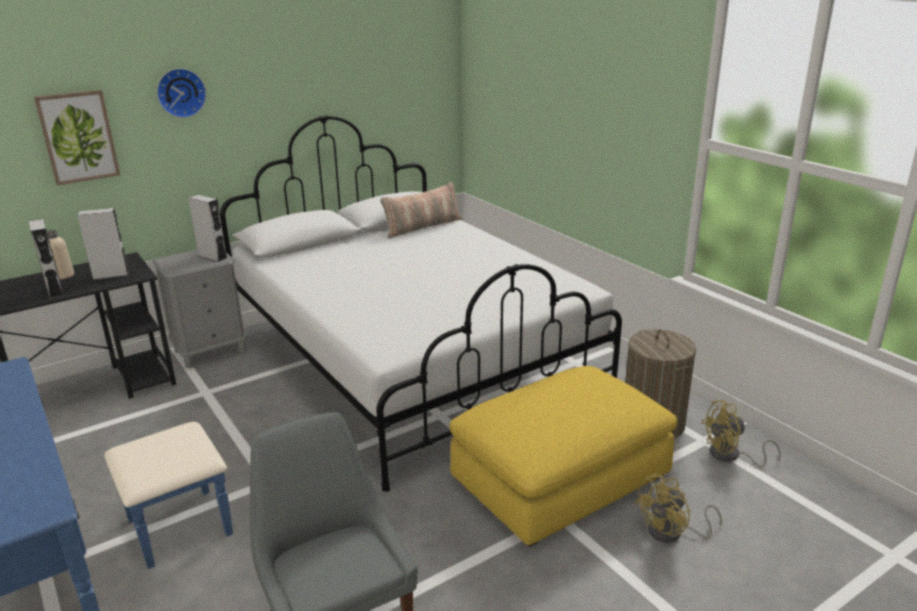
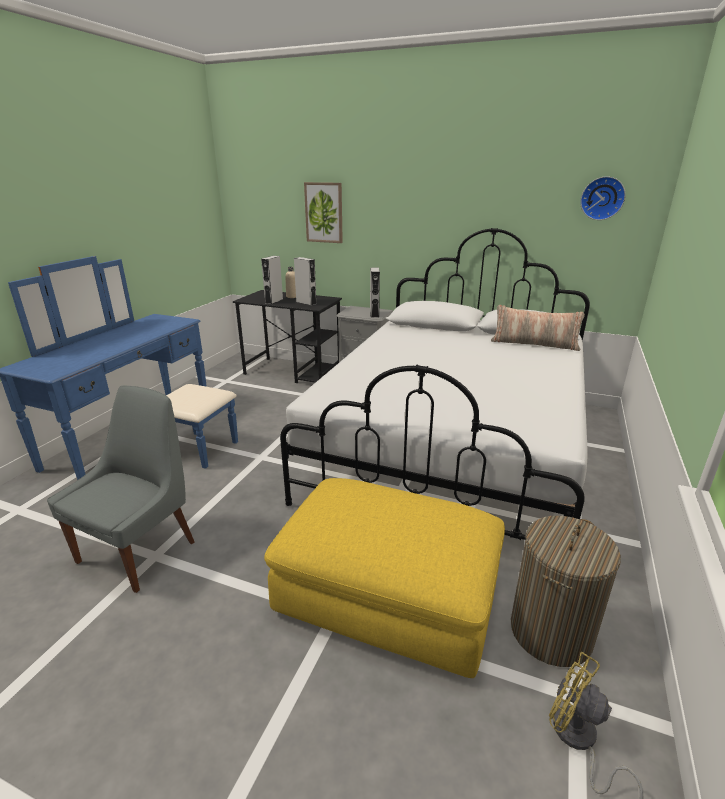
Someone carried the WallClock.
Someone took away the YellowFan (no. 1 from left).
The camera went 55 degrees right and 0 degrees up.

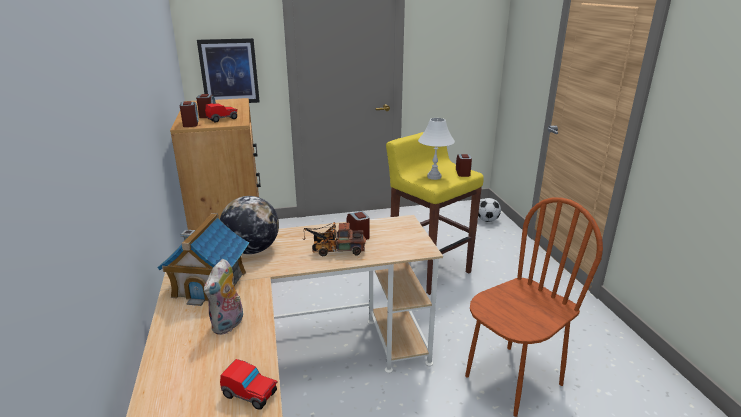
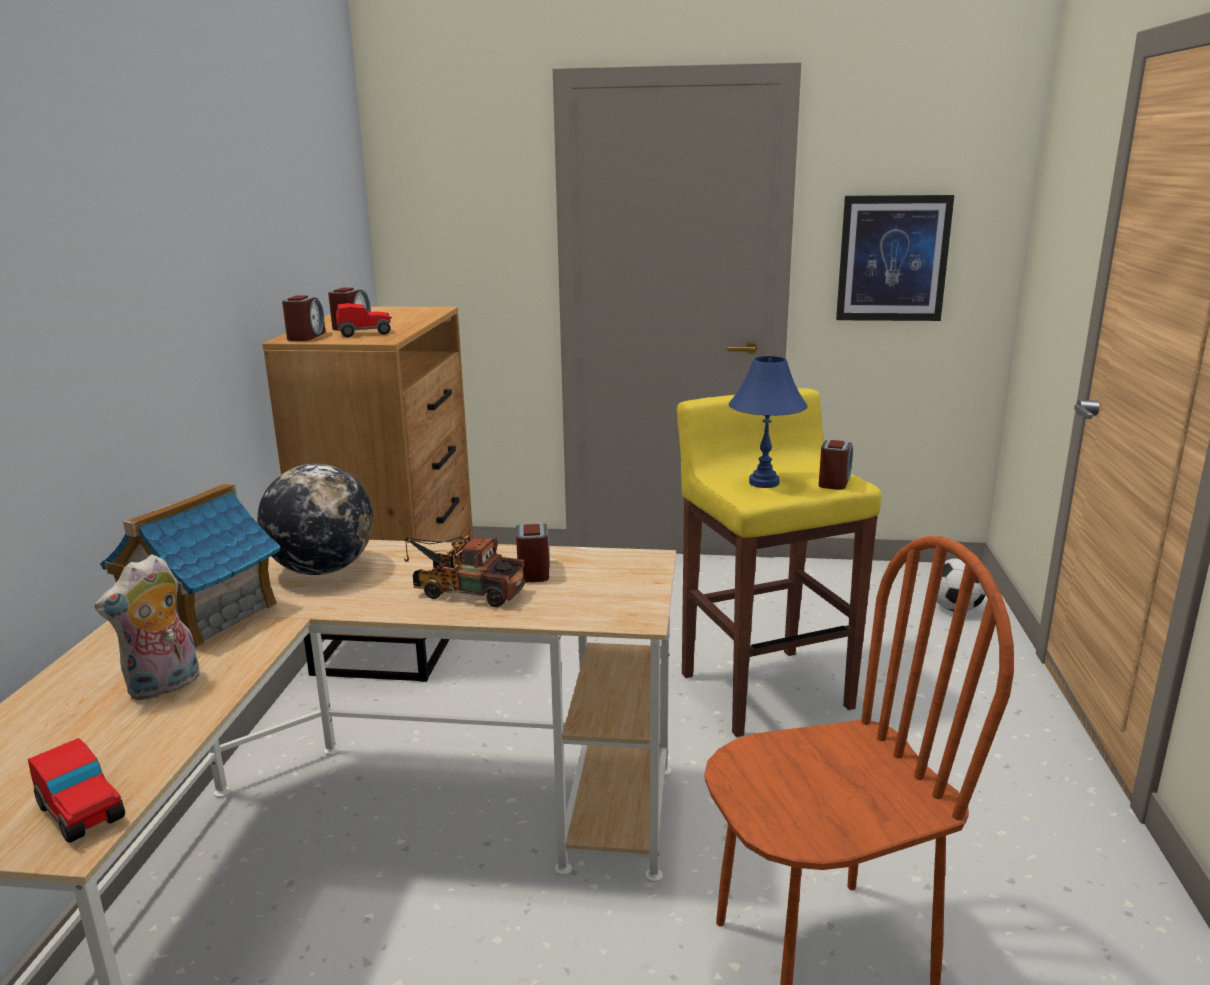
Someone carried the Picture.
Someone repainted the WhiteTableLamp, which became the BlueTableLamp.
The camera went 20 degrees right and 5 degrees down.

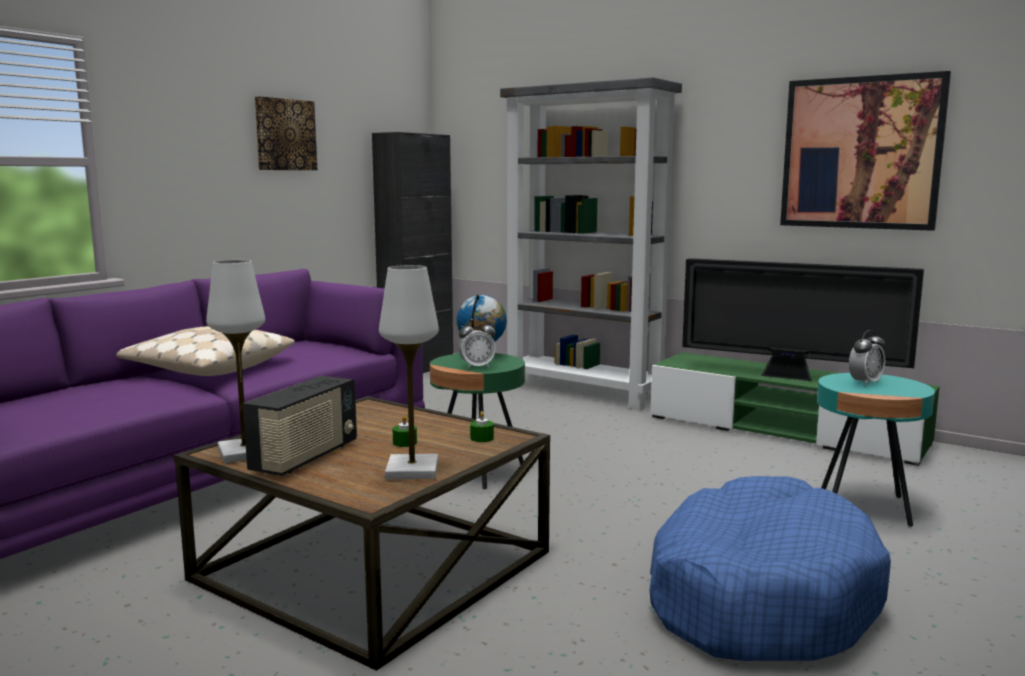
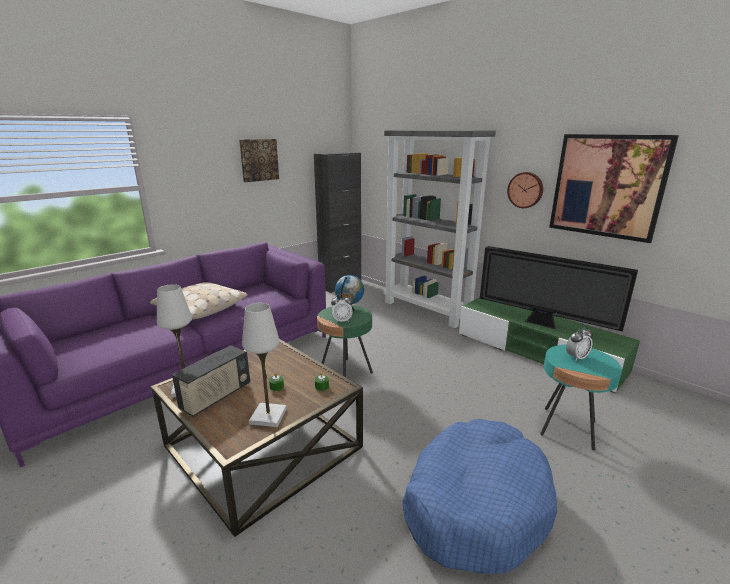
Someone put up the WallClock.
The camera went 10 degrees right and 10 degrees up.

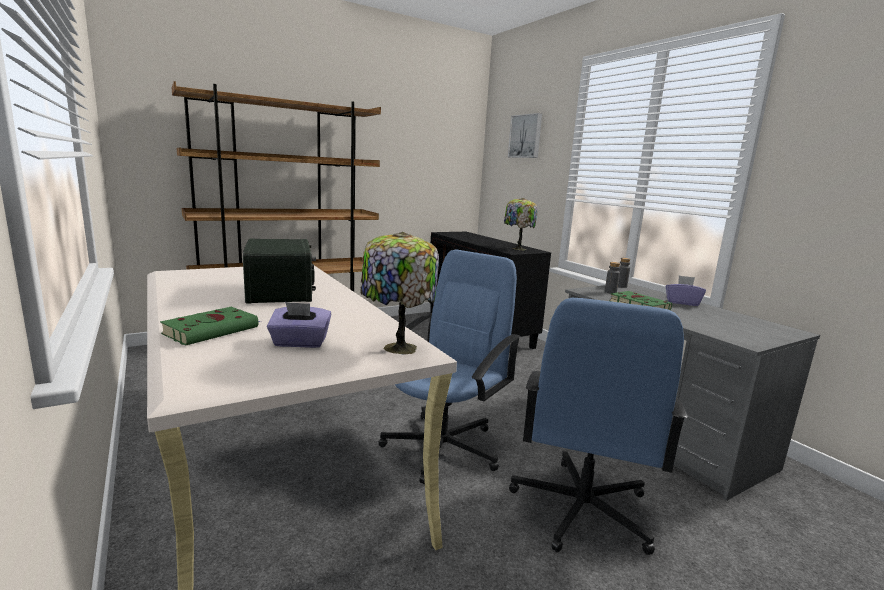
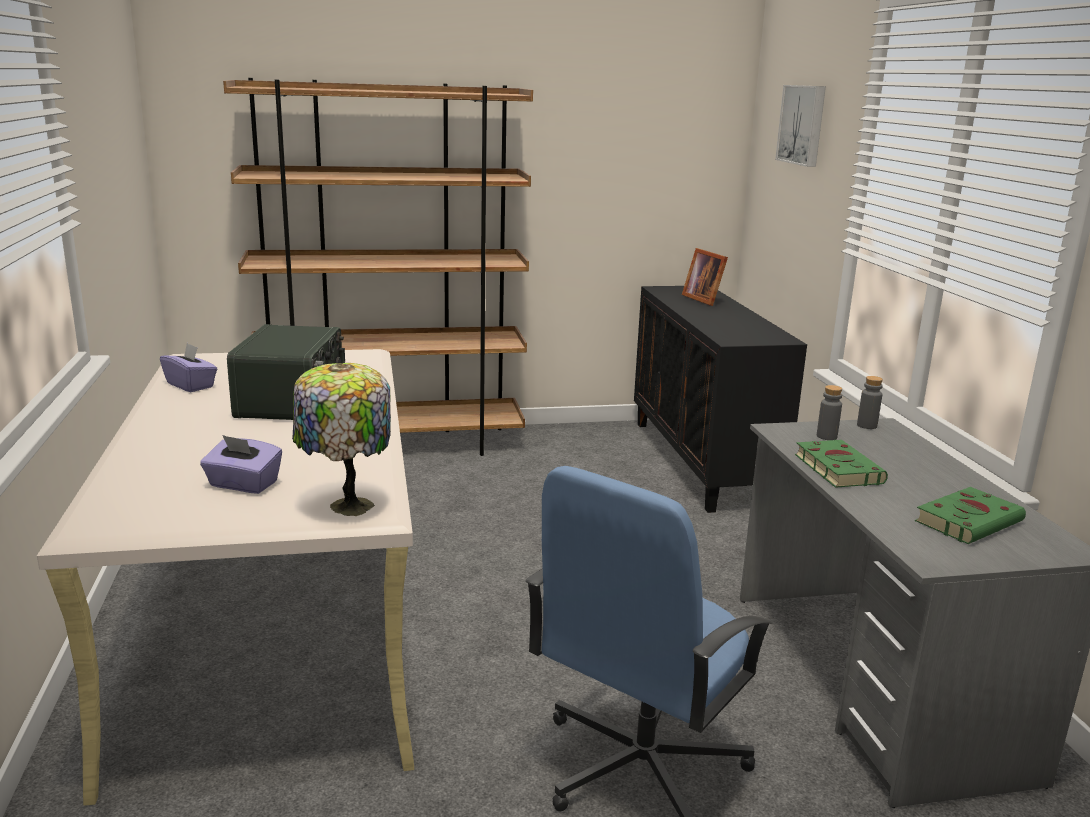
Someone took away the TableLamp (no. 2 from left).
Someone took away the BlueOfficeChair (no. 1 from left).
Someone carried the PurpleTissueBox (no. 2 from left in the first image).
Someone carried the GreenBook (no. 1 from left in the first image).
Someone put down the PictureFrame.
The camera went 20 degrees right and 5 degrees up.

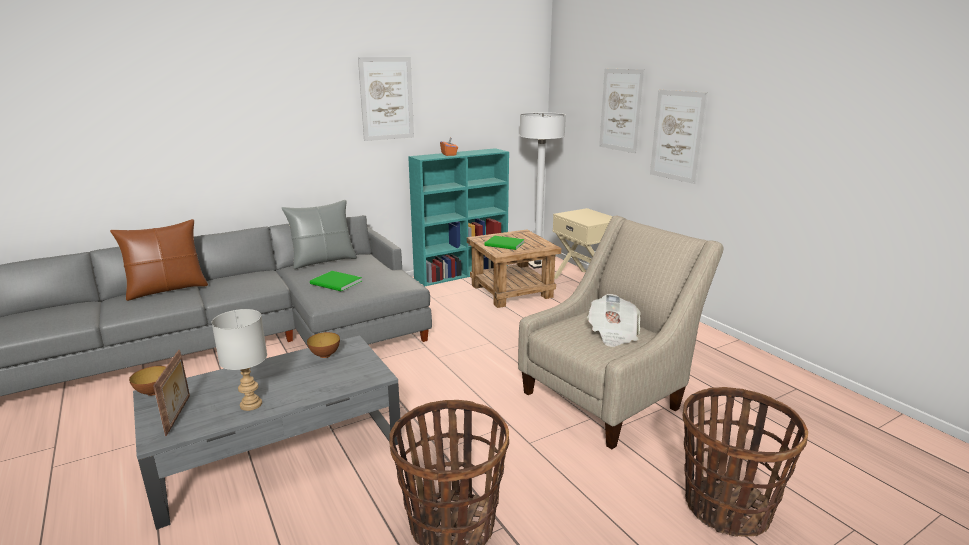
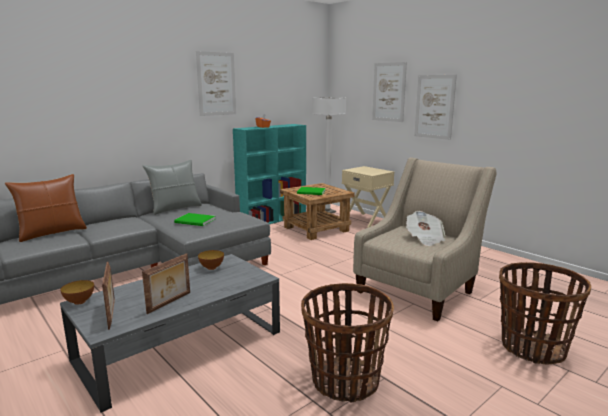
Someone swapped the GreyTableLamp for the PictureFrame (no. 2 from left).
The camera went 10 degrees left and 5 degrees down.

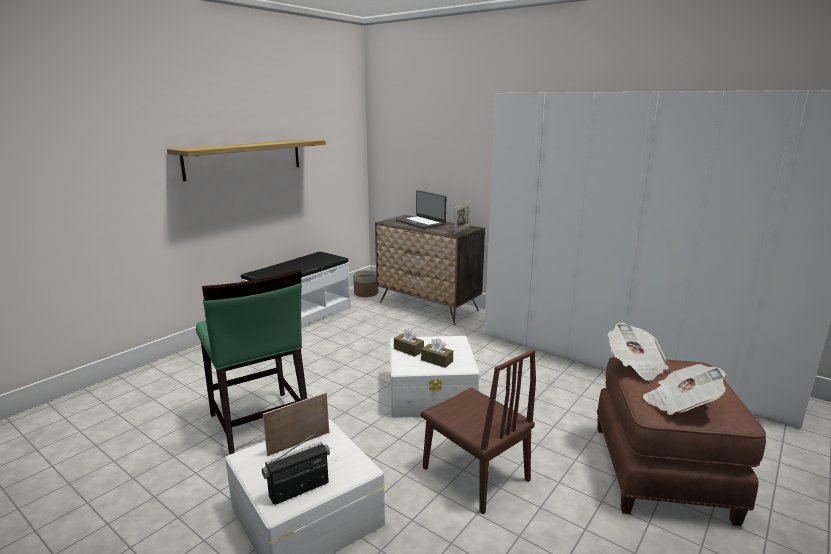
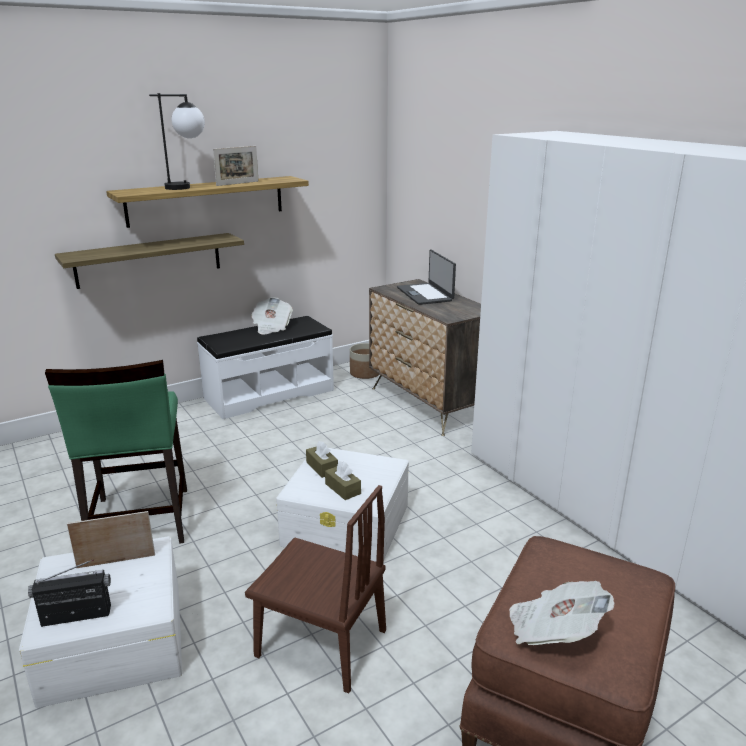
Someone carried the PictureFrame (no. 2 from left).
Someone carried the Newspaper (no. 1 from left).
Someone rotated the BrownChair by 45 degrees counterclockwise.
Someone put down the TableLamp.
Someone put up the Shelf (no. 1 from left).
The camera went 20 degrees right and 5 degrees up.

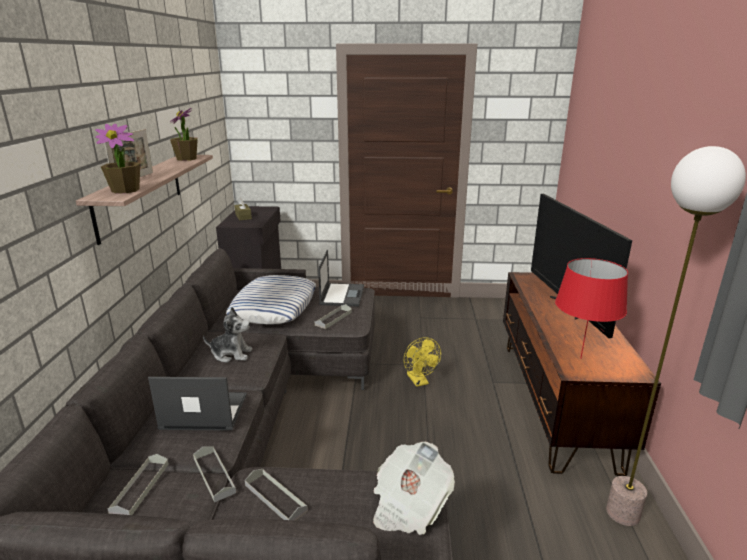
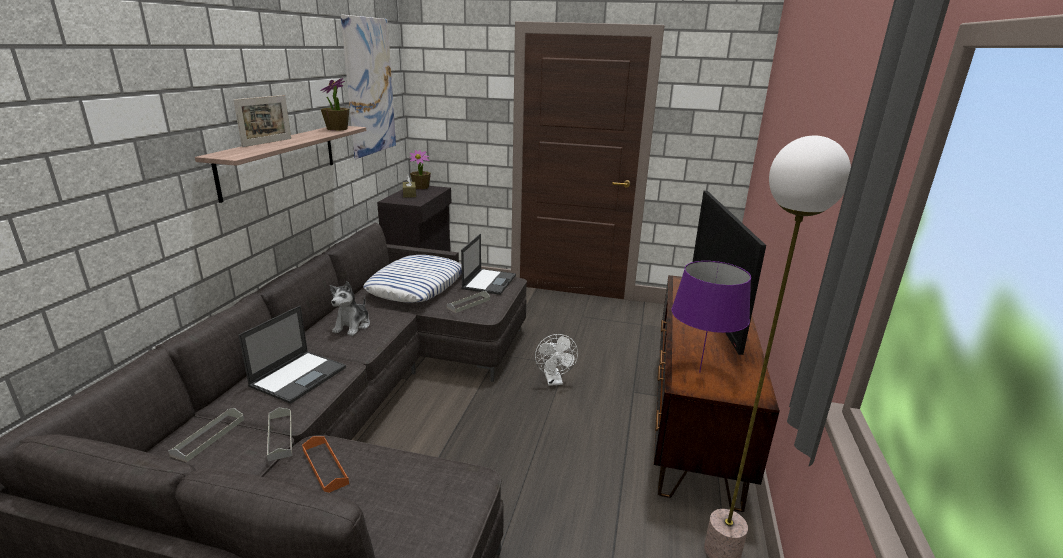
Someone carried the PottedPlant (no. 1 from left in the first image).
Someone repainted the RedTableLamp, which became the PurpleTableLamp.
Someone rotated the PlushToy by 90 degrees clockwise.
Someone repainted the YellowFan, which became the WhiteFan.
Someone rotated the Laptop (no. 1 from left) by 105 degrees clockwise.
Someone took away the Newspaper.
Someone repainted the GreyTray (no. 3 from left), which became the OrangeTray.
Someone put up the Picture.
The camera went 10 degrees right and 0 degrees up.

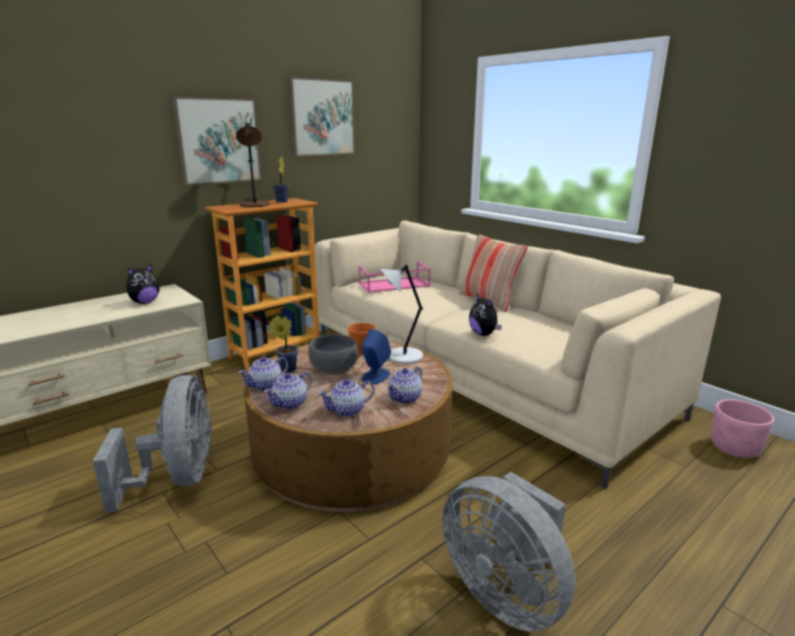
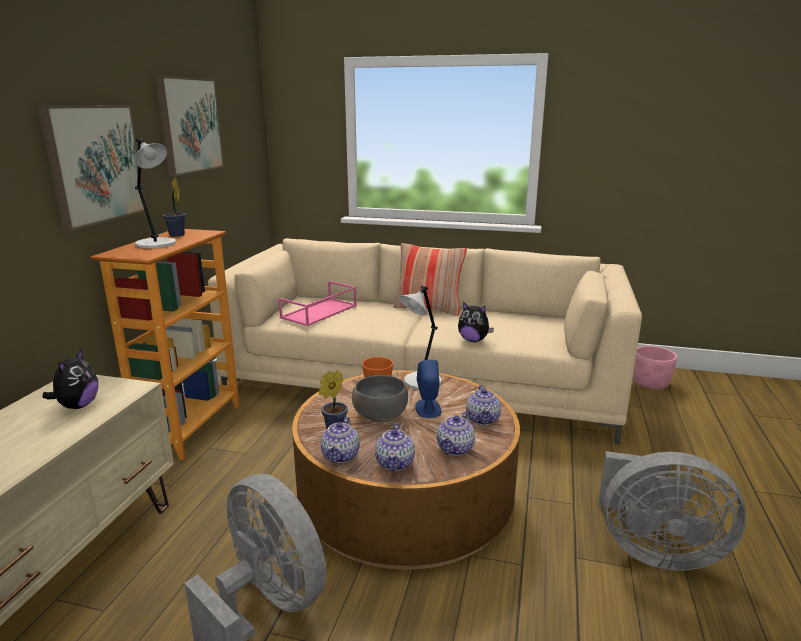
Someone repainted the BrownTableLamp, which became the GreyTableLamp (no. 1 from left).
The camera went 35 degrees left and 0 degrees up.

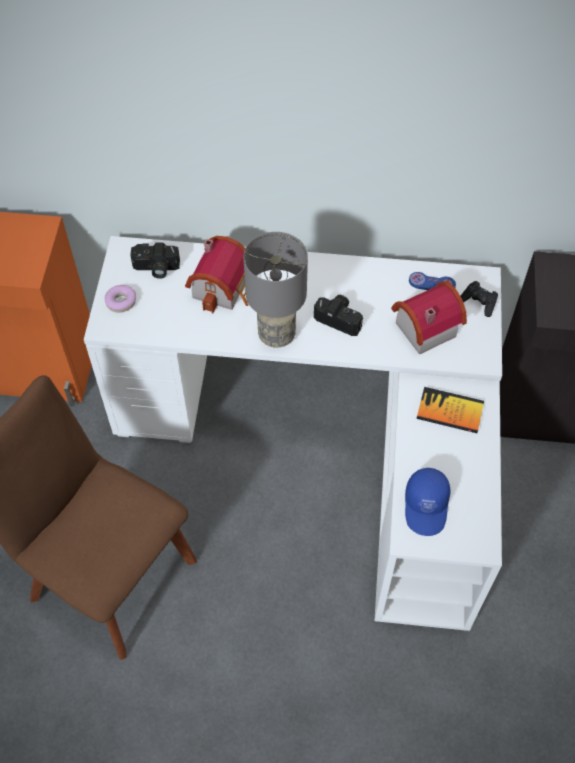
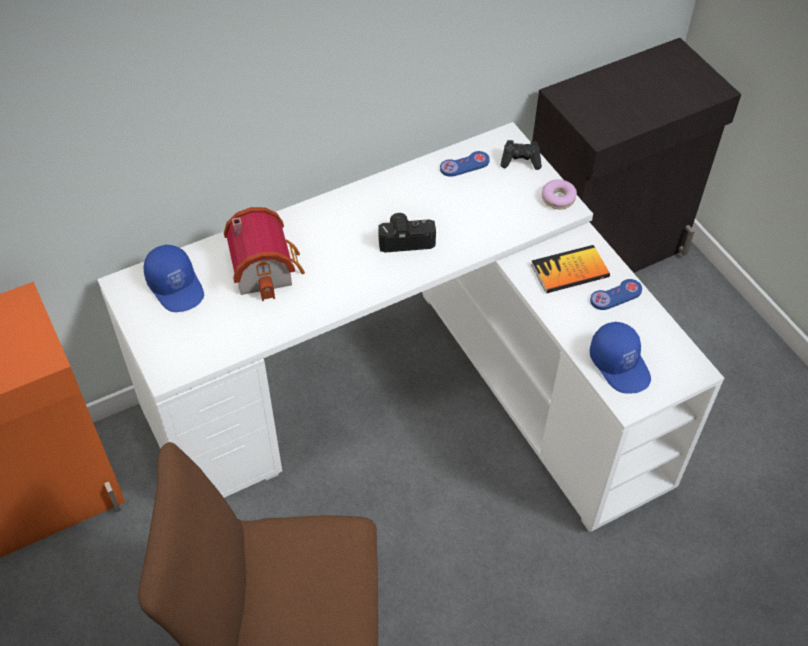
Someone took away the GreyTableLamp.
Someone swapped the PhotoCamera (no. 1 from left) for the BlueCap (no. 1 from left).
Someone took away the ToyHouse (no. 2 from left).
Someone carried the Donut.
Someone put down the BlueGameController (no. 2 from left).
The camera went 35 degrees left and 5 degrees down.

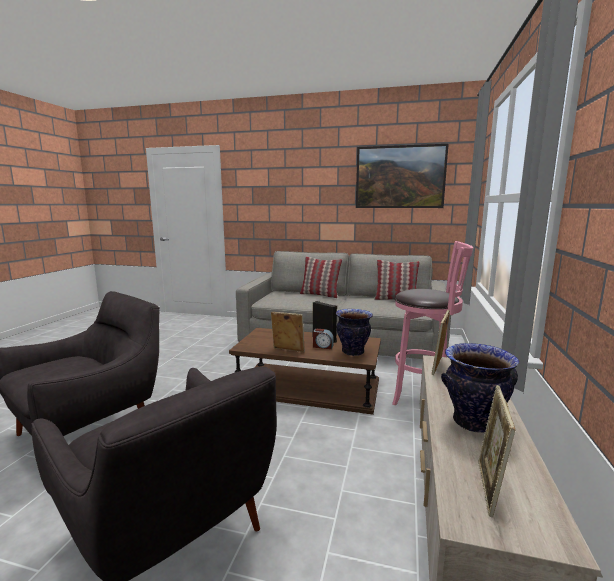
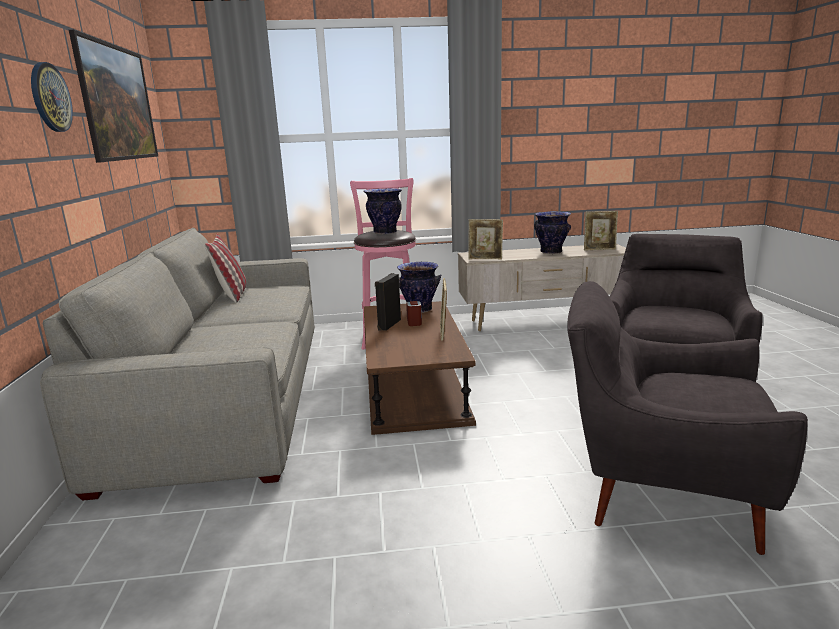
Someone took away the Pillow (no. 1 from left).
Someone put up the WallClock.
Someone put down the Vase (no. 1 from left).
The camera went 110 degrees left and 5 degrees up.

